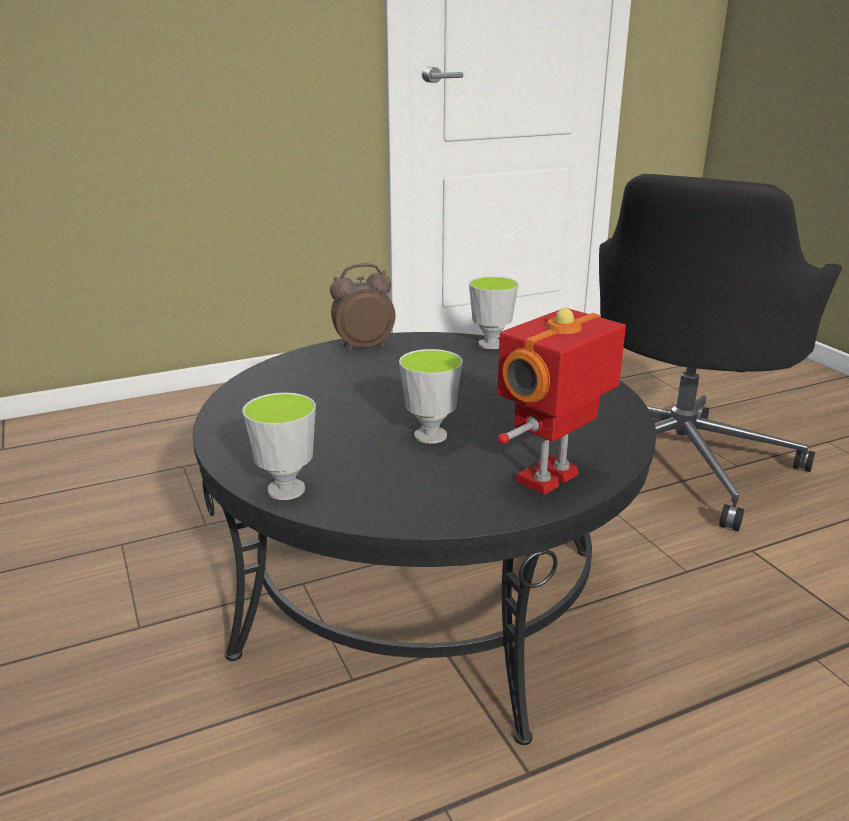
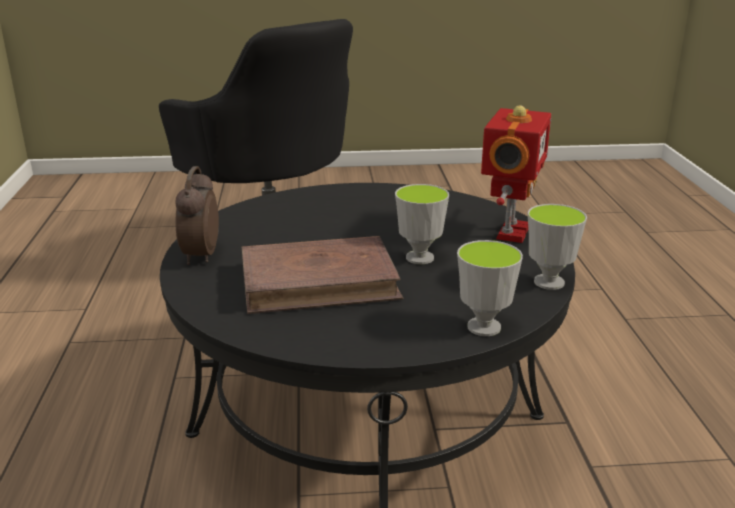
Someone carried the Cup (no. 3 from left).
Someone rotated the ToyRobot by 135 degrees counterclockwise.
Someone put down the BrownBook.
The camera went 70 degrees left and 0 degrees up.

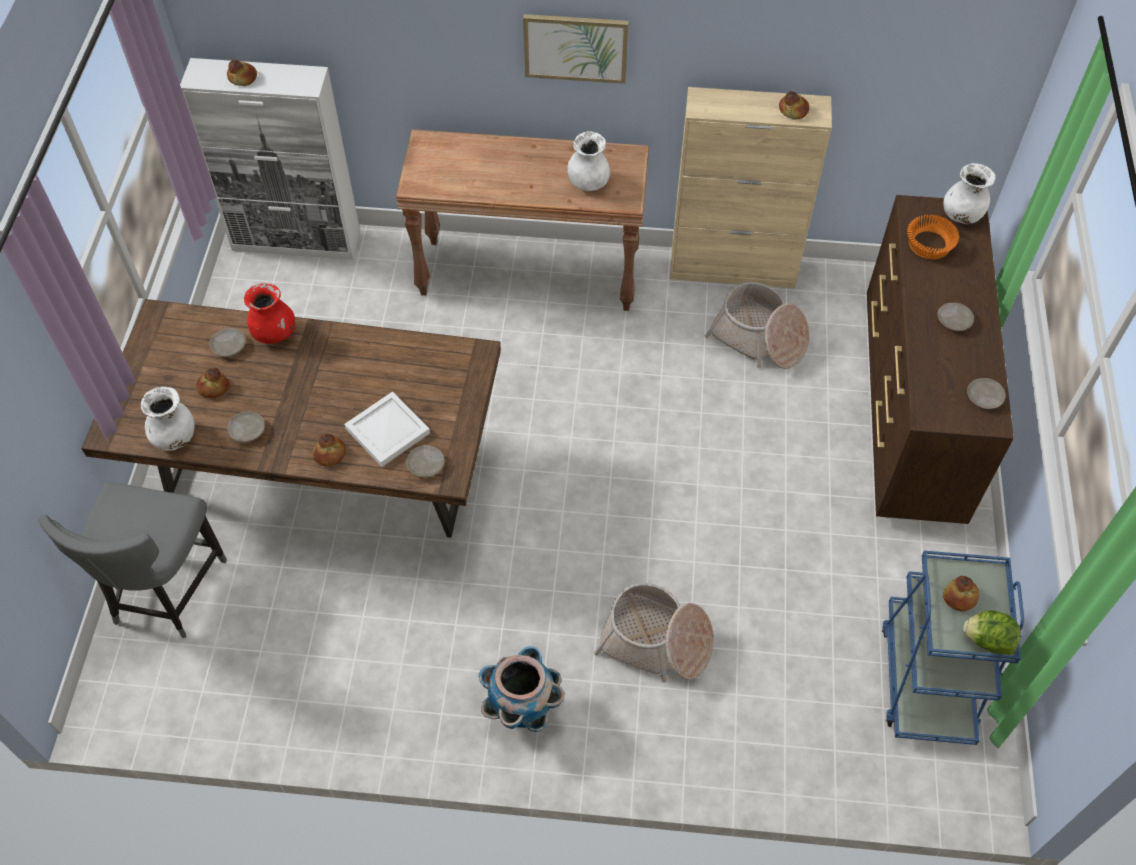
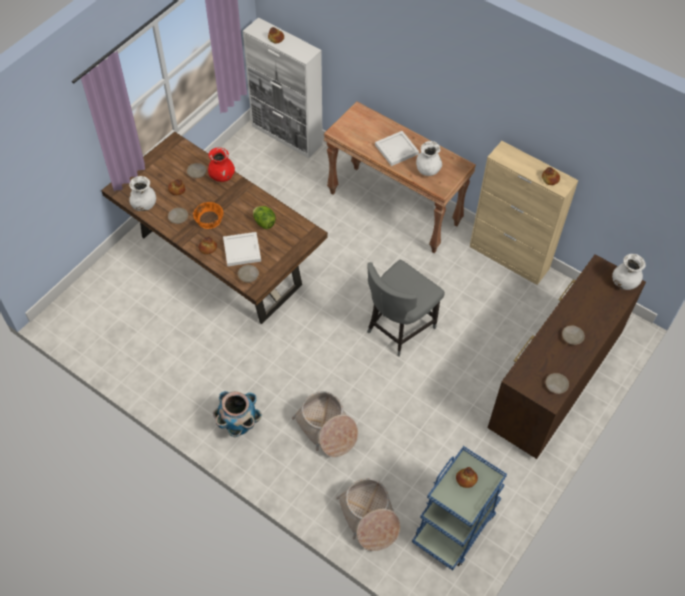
Someone took away the Picture.
Someone carried the OrangeBowl.
Someone carried the Basket (no. 2 from left).
Someone carried the GreyChair.
Someone carried the Lettuce.
Someone put down the WhiteTray (no. 2 from left).
The camera went 30 degrees right and 0 degrees up.

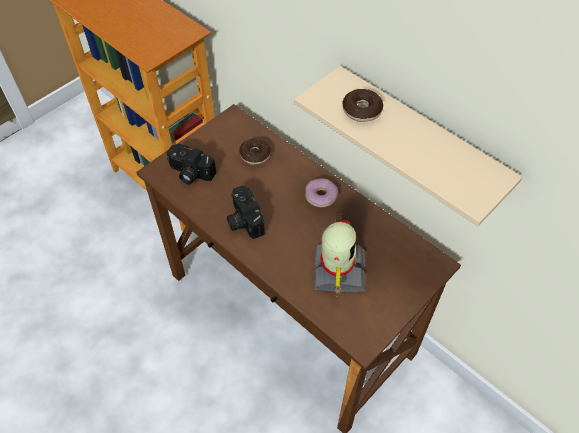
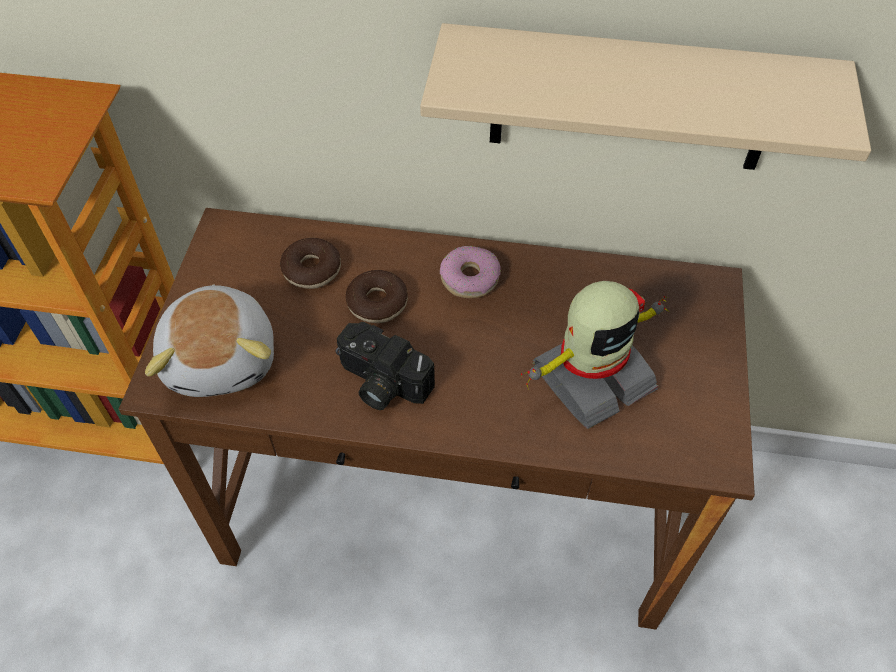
Someone carried the Donut (no. 3 from left in the first image).
Someone swapped the PhotoCamera (no. 1 from left) for the PlushToy.
Someone rotated the ToyRobot by 90 degrees clockwise.
The camera went 35 degrees left and 0 degrees up.

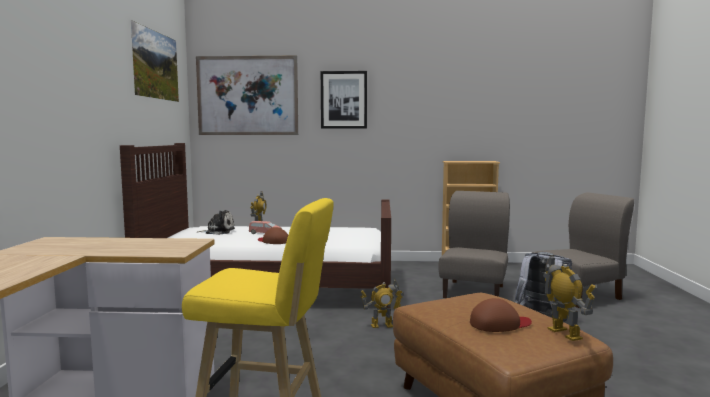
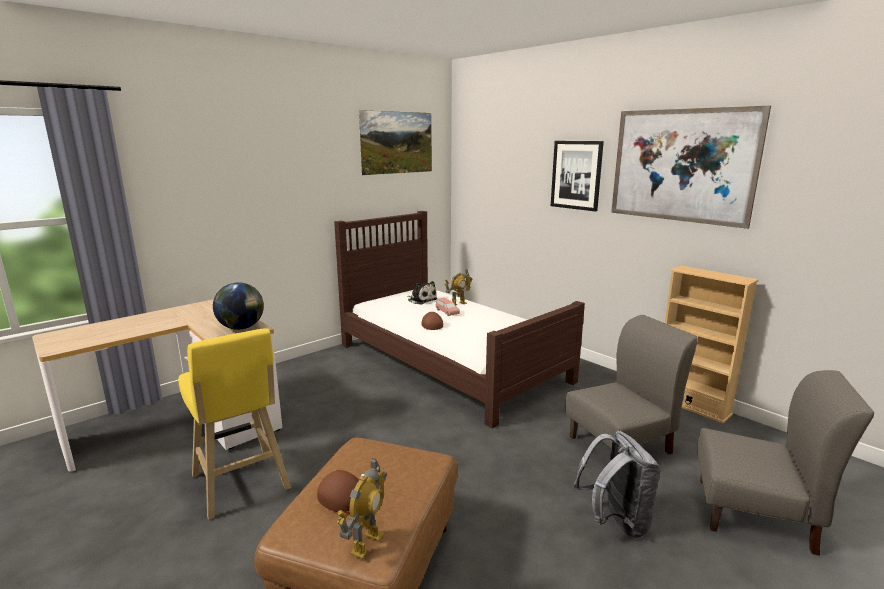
Someone carried the Picture (no. 2 from left in the first image).
Someone took away the ToyRobot (no. 2 from left).
Someone put down the Globe.
The camera went 45 degrees right and 10 degrees up.

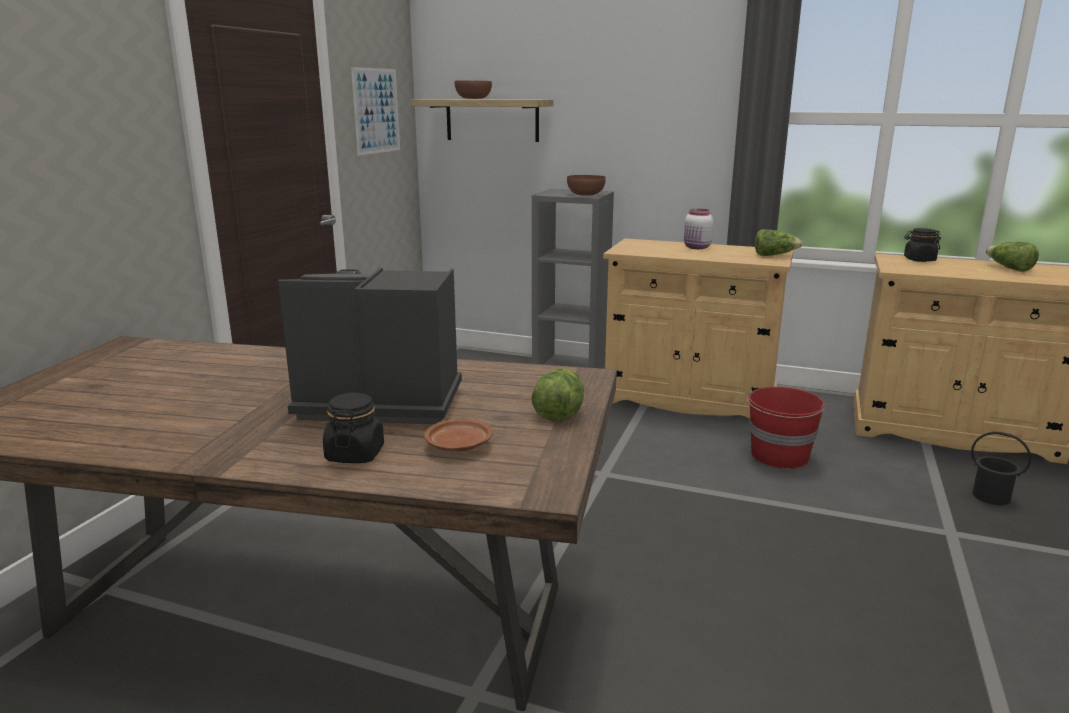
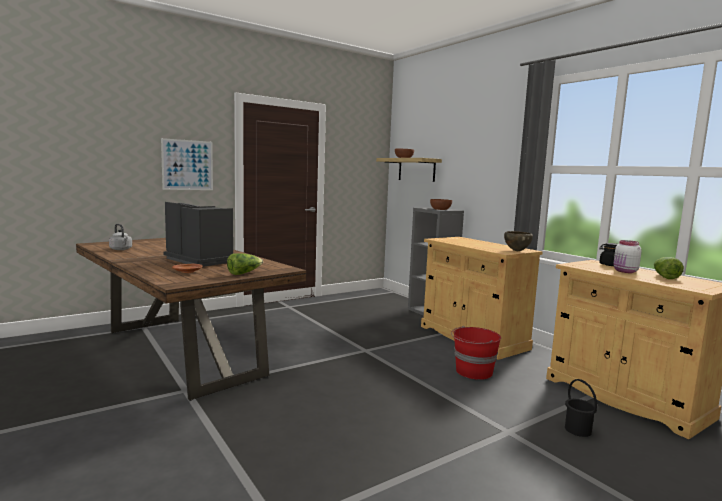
Someone carried the Picture.
Someone carried the WhiteJar.
Someone swapped the Lettuce (no. 2 from left) for the BrownBowl (no. 3 from left).
Someone took away the BlackJar (no. 1 from left).
Someone put down the GreyKettle.
The camera went 35 degrees right and 10 degrees down.

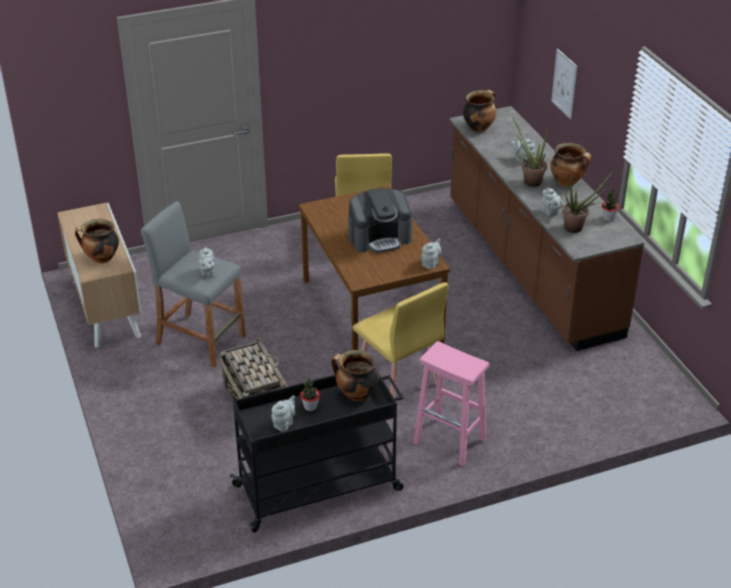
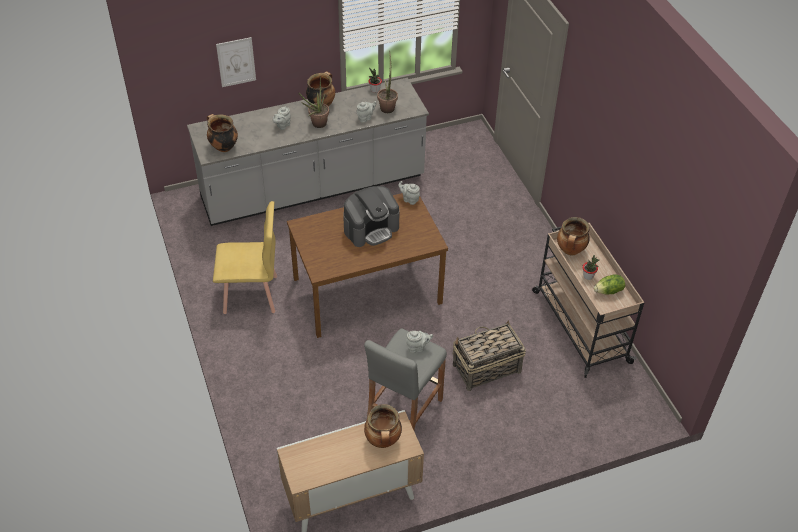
Someone repainted the BrownCounter, which became the GreyCounter.
Someone rotated the CoffeeMachine by 75 degrees clockwise.
Someone took away the YellowChair (no. 2 from left).
Someone took away the PinkStool.
Someone repainted the BlackCart, which became the BeigeCart.
Someone swapped the GreyTeapot (no. 2 from left) for the Lettuce.
The camera went 90 degrees left and 10 degrees up.

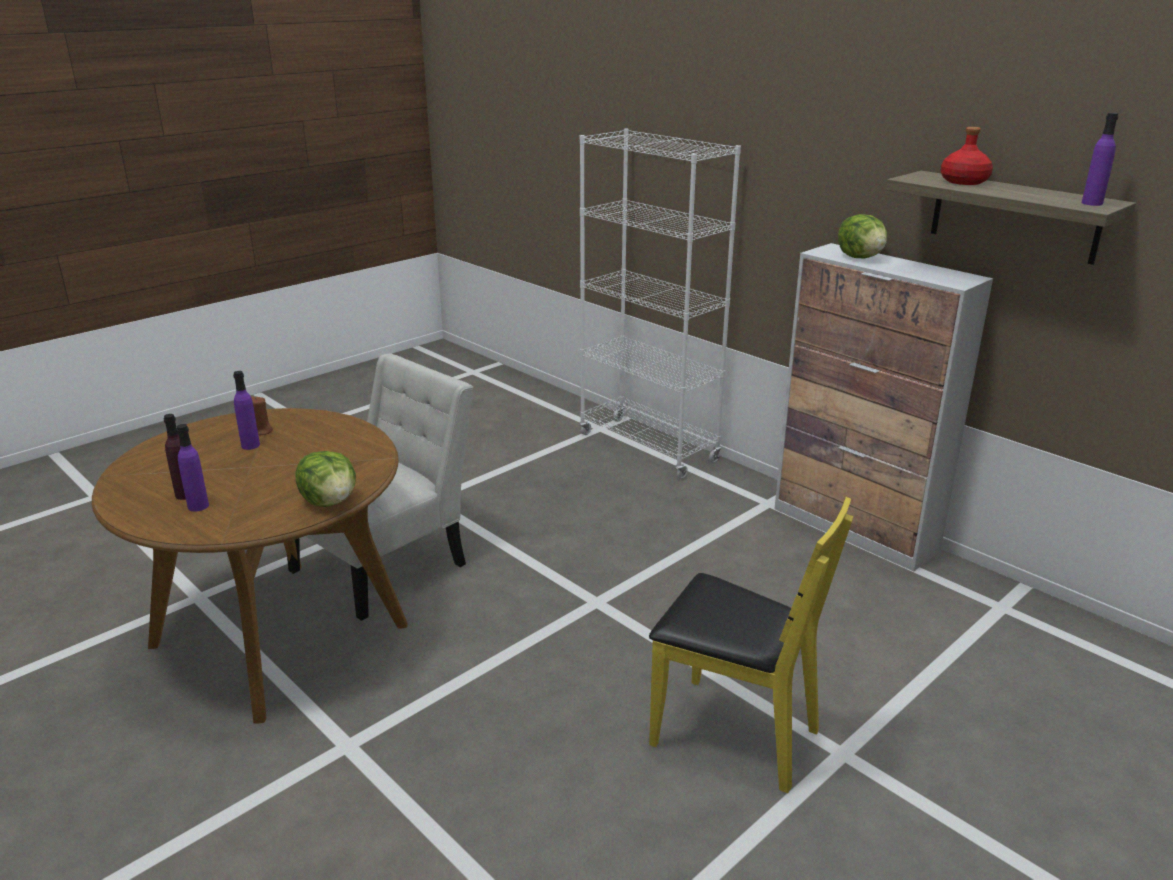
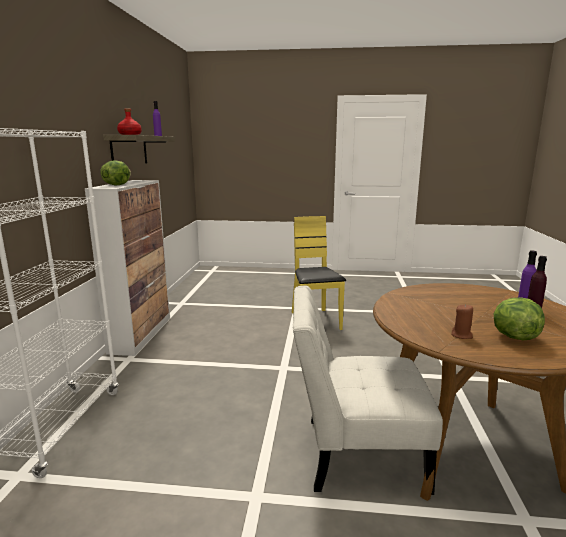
Someone took away the PurpleBottle (no. 3 from left).
Someone carried the Lettuce (no. 1 from left in the first image).
The camera went 130 degrees left and 10 degrees down.

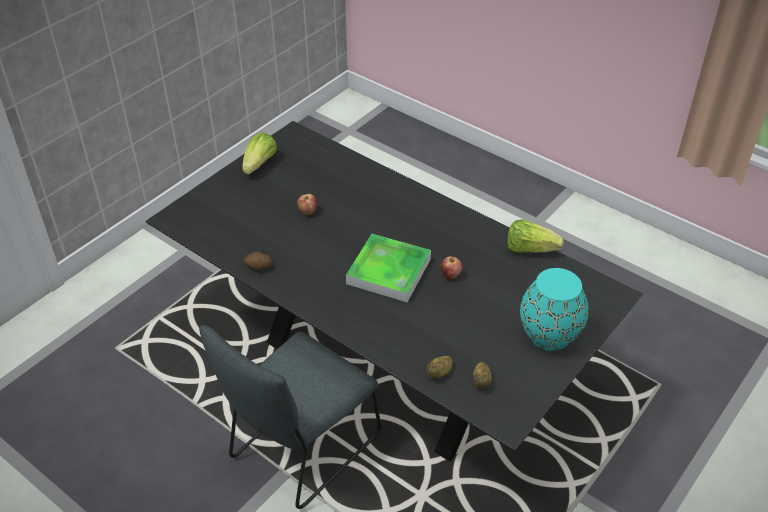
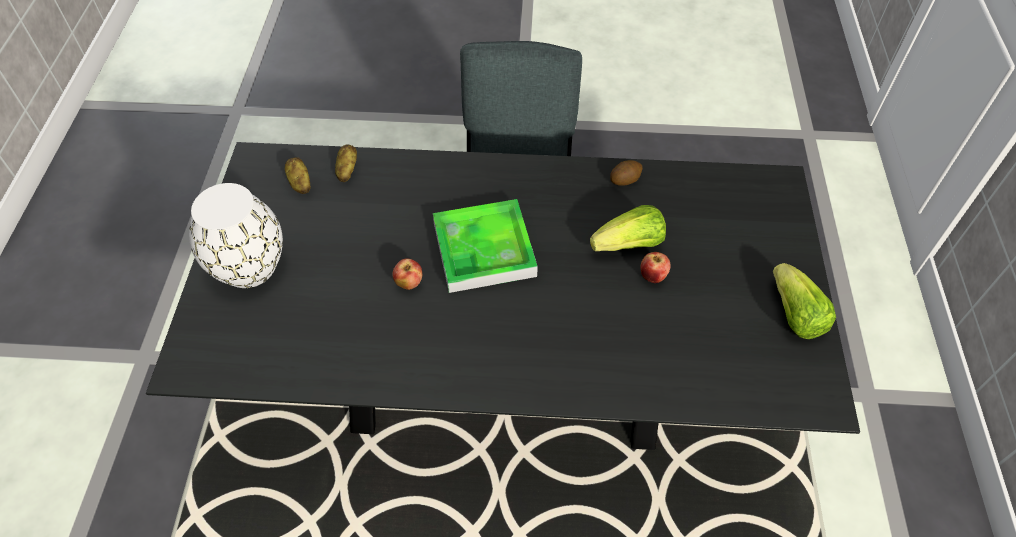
Someone carried the Lettuce (no. 2 from left in the first image).
Someone repainted the TurquoiseVase, which became the WhiteVase.
The camera went 145 degrees right and 10 degrees up.

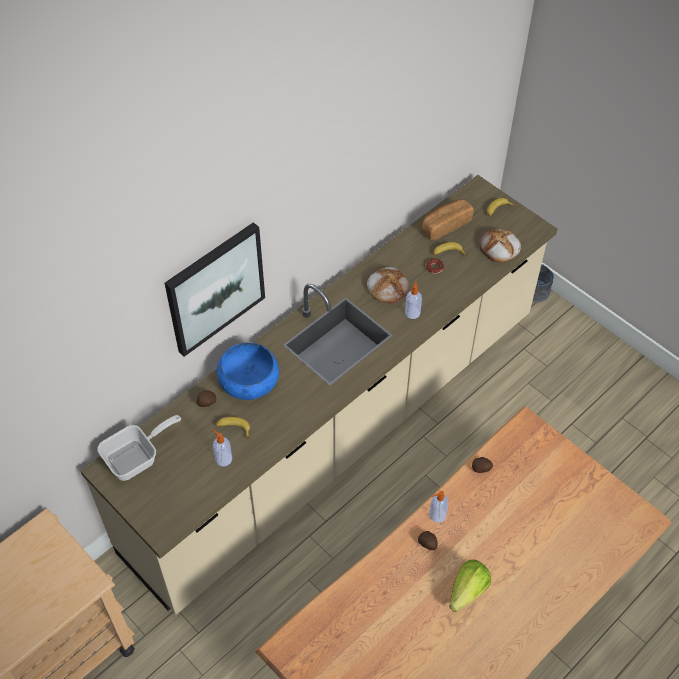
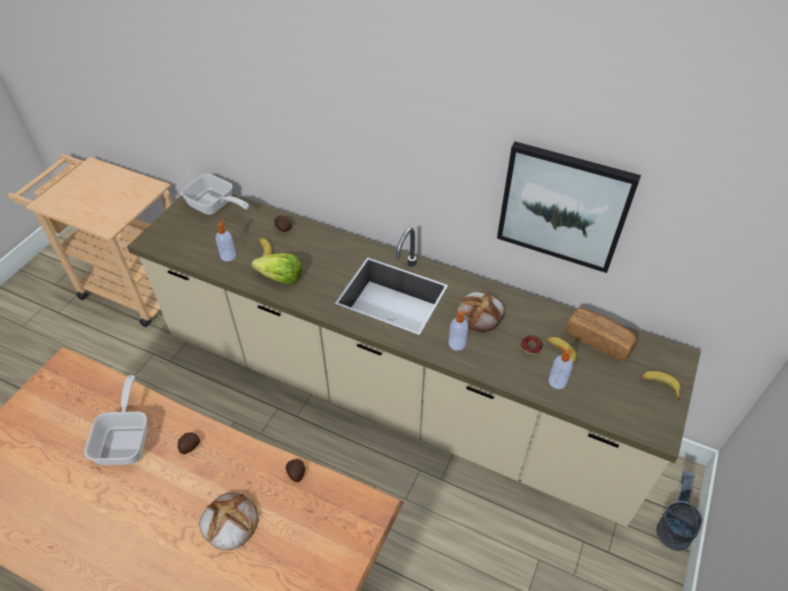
Someone carried the Picture.
Someone carried the Bread (no. 3 from left in the first image).
Someone took away the BlueBowl.
Someone carried the SoapDispenser (no. 3 from left).
Someone carried the Lettuce.
Someone put down the FryingPan (no. 1 from left).
The camera went 70 degrees right and 5 degrees down.

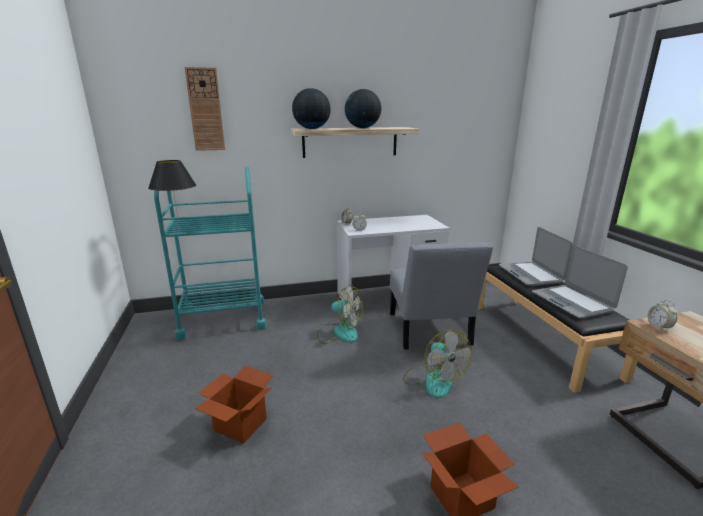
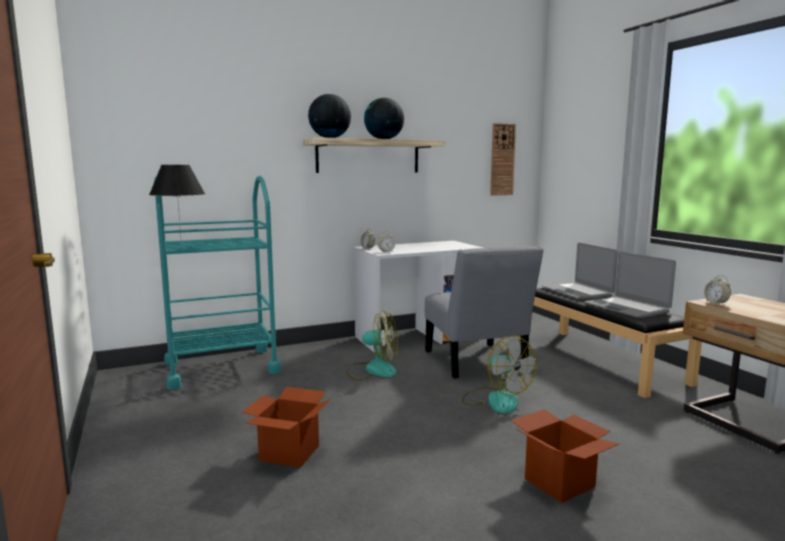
Someone carried the WallClock.
The camera went 10 degrees left and 10 degrees down.

